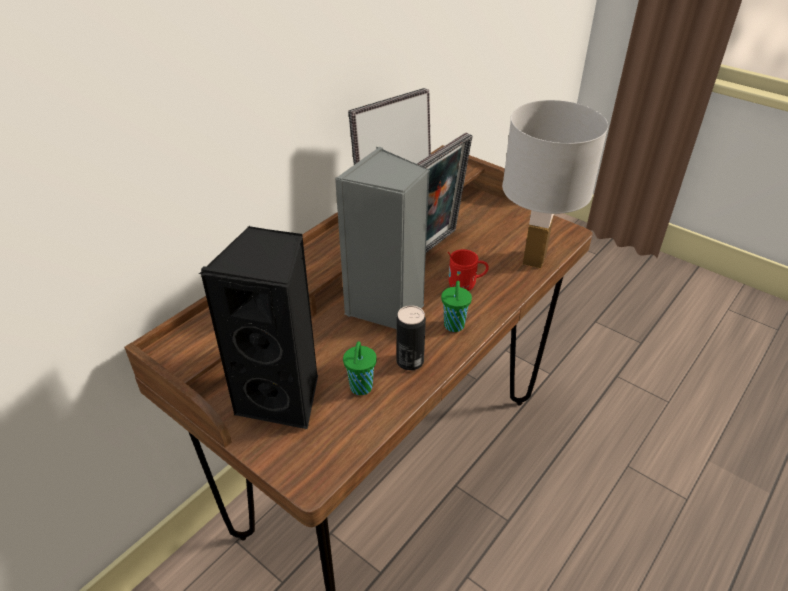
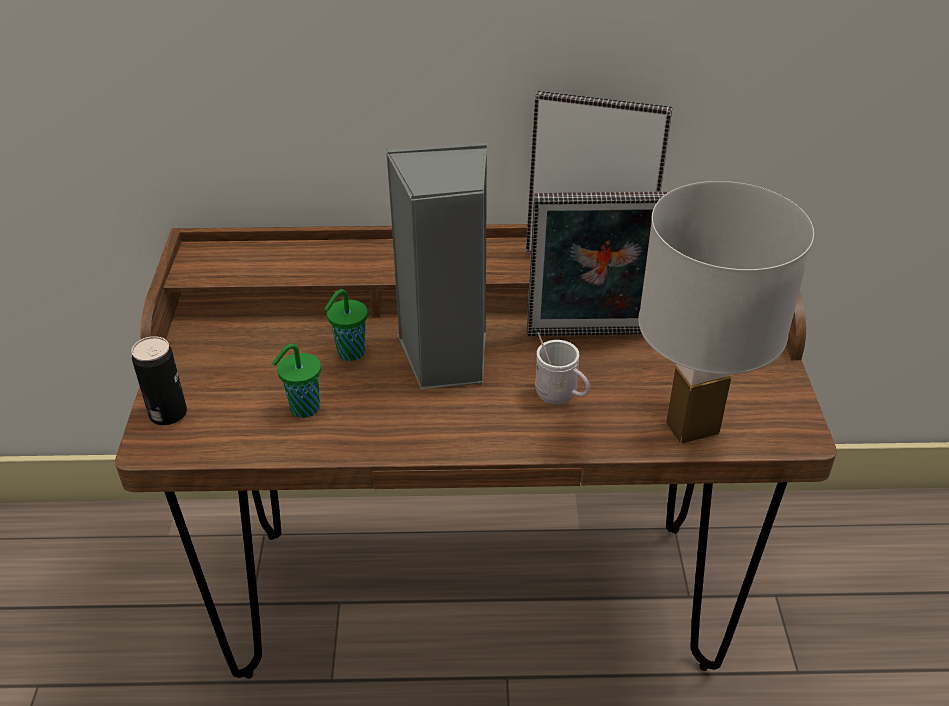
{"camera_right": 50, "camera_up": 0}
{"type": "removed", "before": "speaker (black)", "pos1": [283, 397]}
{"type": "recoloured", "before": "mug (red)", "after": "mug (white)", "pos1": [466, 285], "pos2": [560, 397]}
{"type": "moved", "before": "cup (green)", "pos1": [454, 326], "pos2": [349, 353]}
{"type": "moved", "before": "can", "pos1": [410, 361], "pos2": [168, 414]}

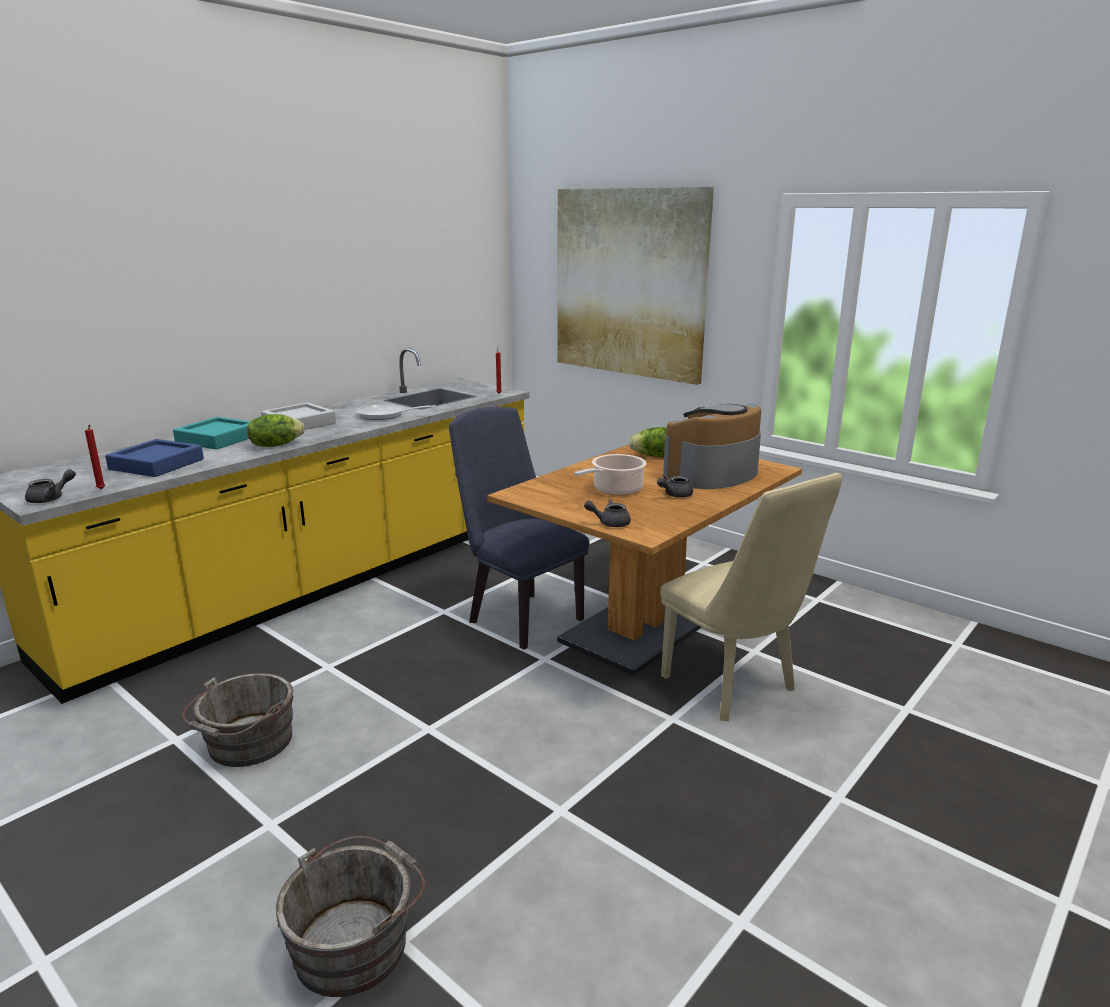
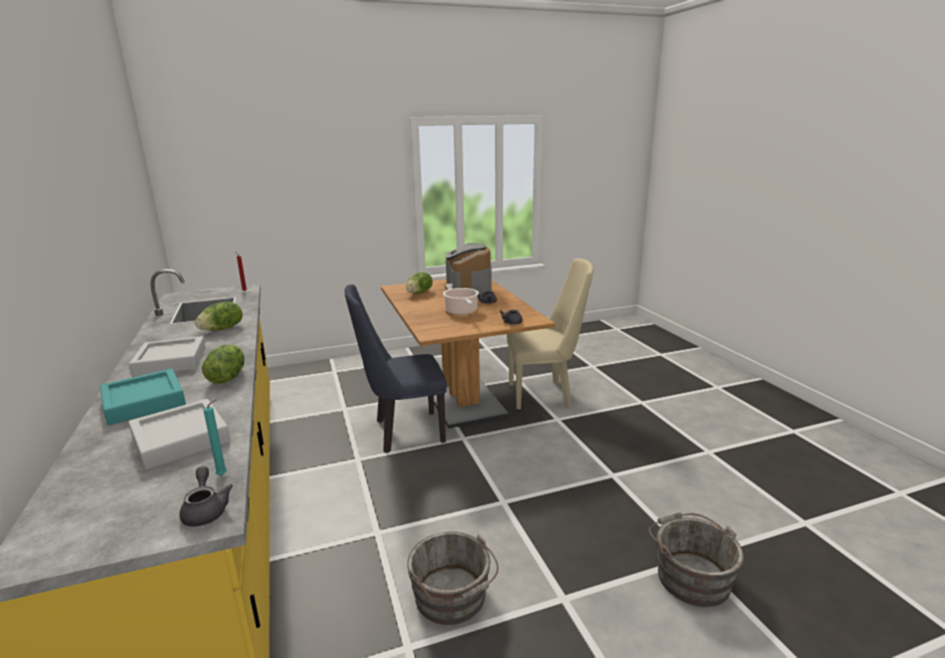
{"camera_right": -60, "camera_up": 0}
{"type": "removed", "before": "picture", "pos1": [629, 283]}
{"type": "replaced", "before": "frying pan", "after": "lettuce", "pos1": [385, 415], "pos2": [222, 329]}
{"type": "recoloured", "before": "candle (red)", "after": "candle (turquoise)", "pos1": [101, 489], "pos2": [224, 475]}
{"type": "recoloured", "before": "tray (blue)", "after": "tray (grey)", "pos1": [157, 464], "pos2": [181, 439]}

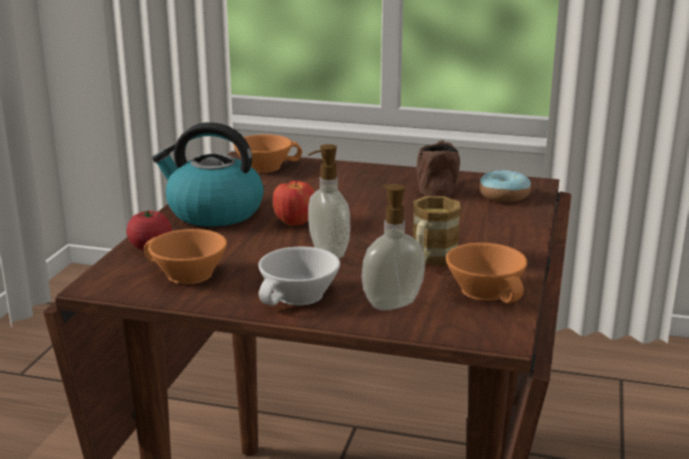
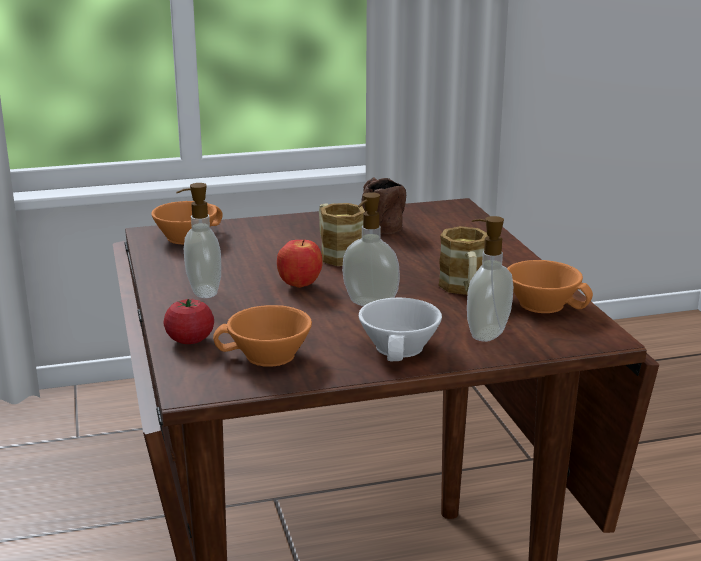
{"camera_right": -30, "camera_up": 0}
{"type": "replaced", "before": "kettle", "after": "soap dispenser", "pos1": [213, 212], "pos2": [202, 292]}
{"type": "removed", "before": "donut", "pos1": [504, 195]}
{"type": "added", "after": "mug", "pos2": [337, 254]}

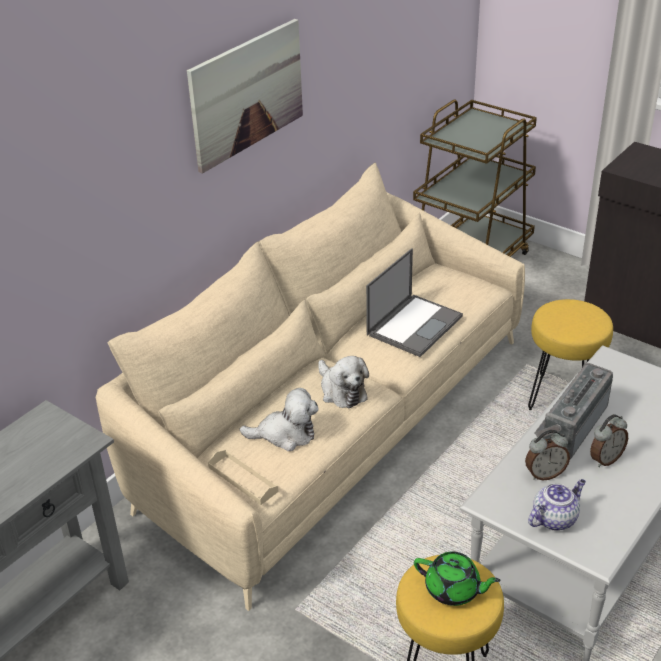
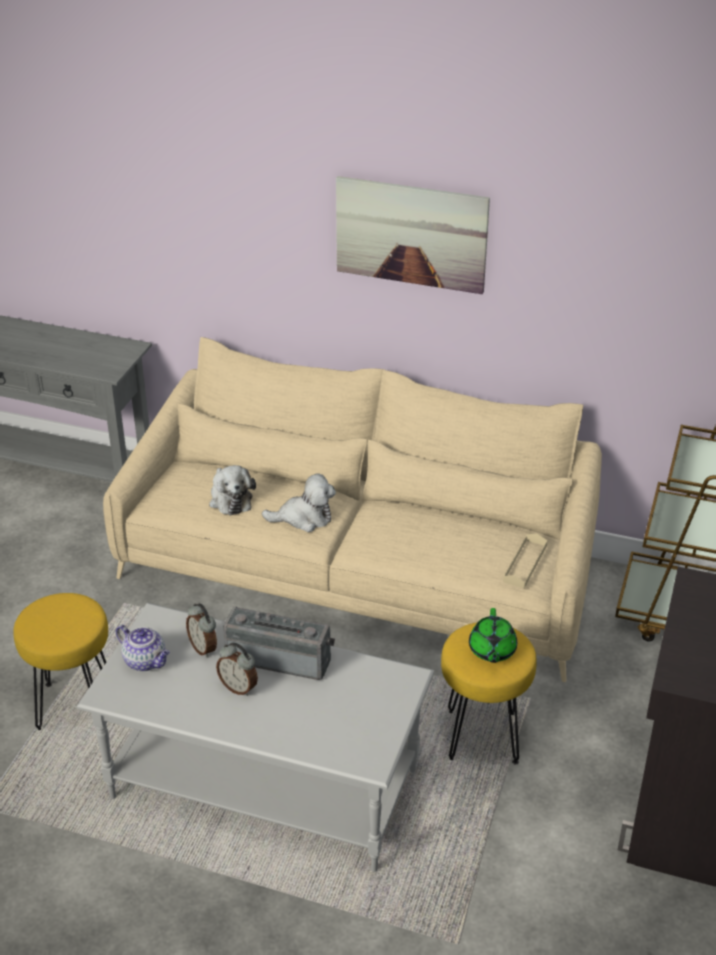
{"camera_right": 70, "camera_up": 0}
{"type": "removed", "before": "laptop", "pos1": [415, 325]}
{"type": "turned", "before": "plush toy", "pos1": [341, 391], "pos2": [304, 518], "turn": -135}
{"type": "moved", "before": "tray (beige)", "pos1": [243, 479], "pos2": [525, 563]}
{"type": "moved", "before": "teapot (green)", "pos1": [453, 590], "pos2": [492, 651]}

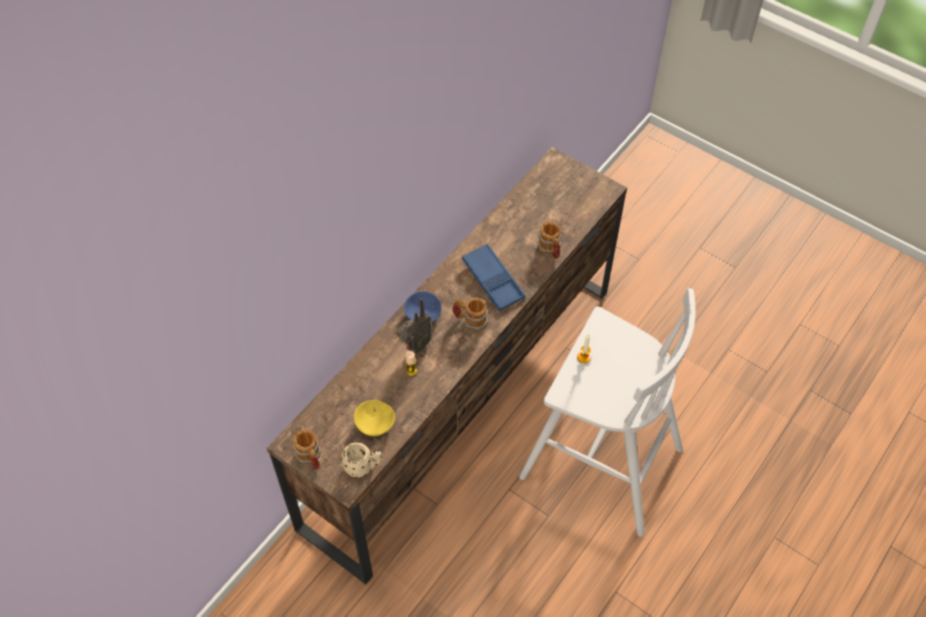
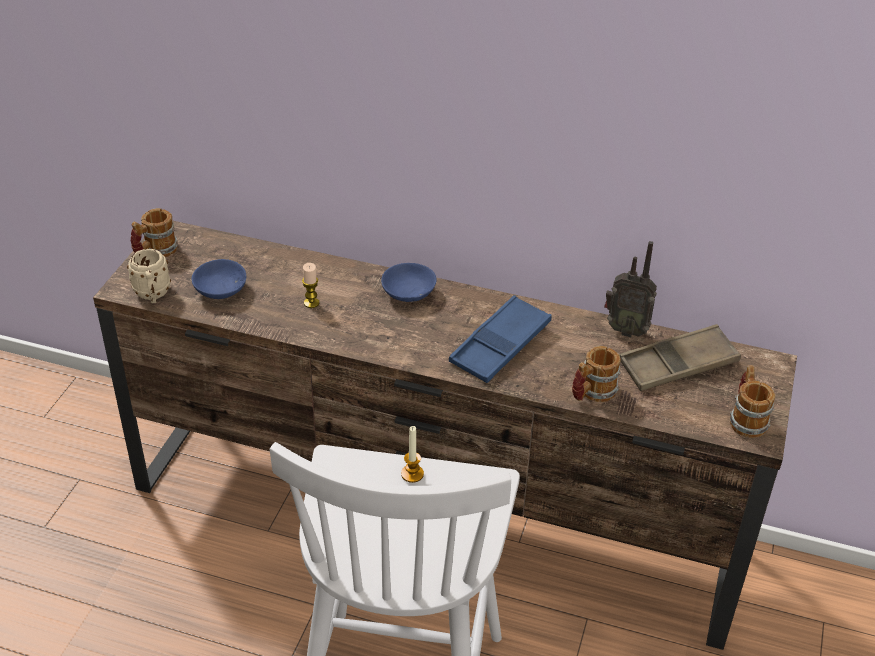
{"camera_right": 70, "camera_up": -15}
{"type": "moved", "before": "radio", "pos1": [416, 346], "pos2": [626, 329]}
{"type": "moved", "before": "mug", "pos1": [470, 320], "pos2": [746, 418]}
{"type": "recoloured", "before": "bowl (yellow)", "after": "bowl (blue)", "pos1": [373, 424], "pos2": [219, 289]}
{"type": "added", "after": "tray (brown)", "pos2": [678, 365]}

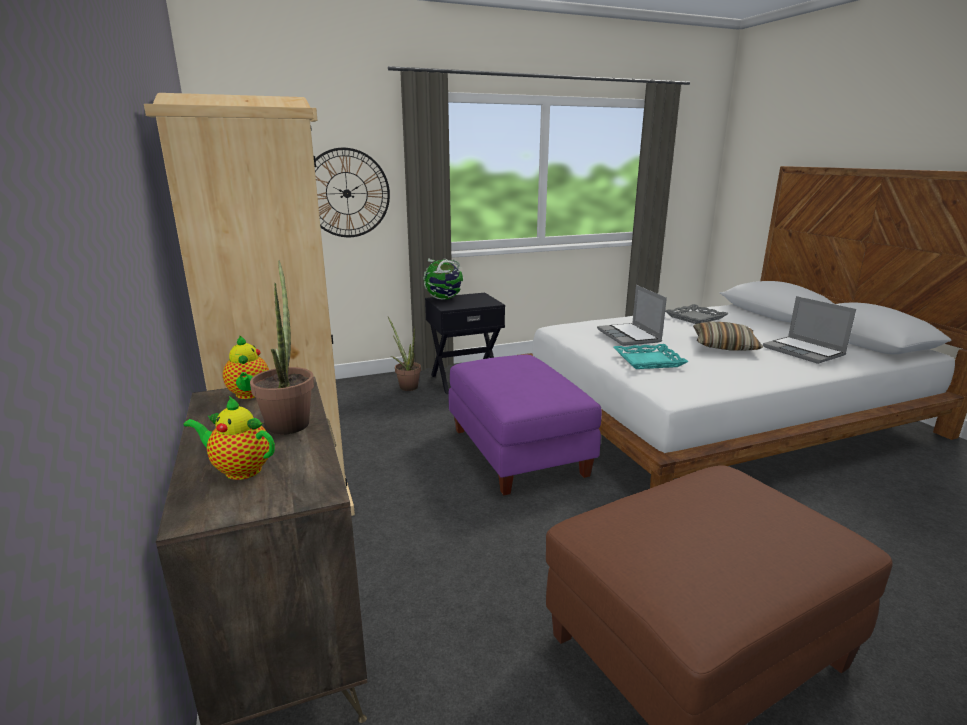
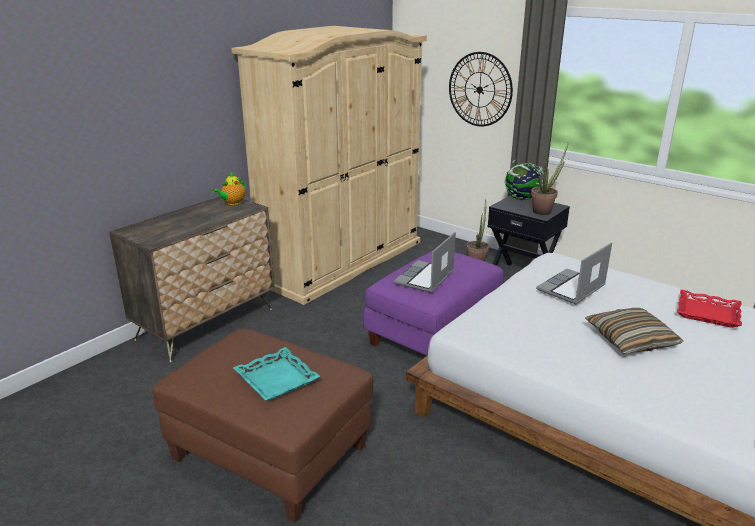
{"camera_right": 60, "camera_up": 5}
{"type": "moved", "before": "potted plant", "pos1": [289, 421], "pos2": [544, 211]}
{"type": "moved", "before": "laptop", "pos1": [804, 351], "pos2": [425, 278]}
{"type": "recoloured", "before": "tray (grey)", "after": "tray (red)", "pos1": [695, 318], "pos2": [707, 313]}
{"type": "moved", "before": "tray (turquoise)", "pos1": [648, 360], "pos2": [277, 379]}
{"type": "removed", "before": "teapot", "pos1": [239, 470]}

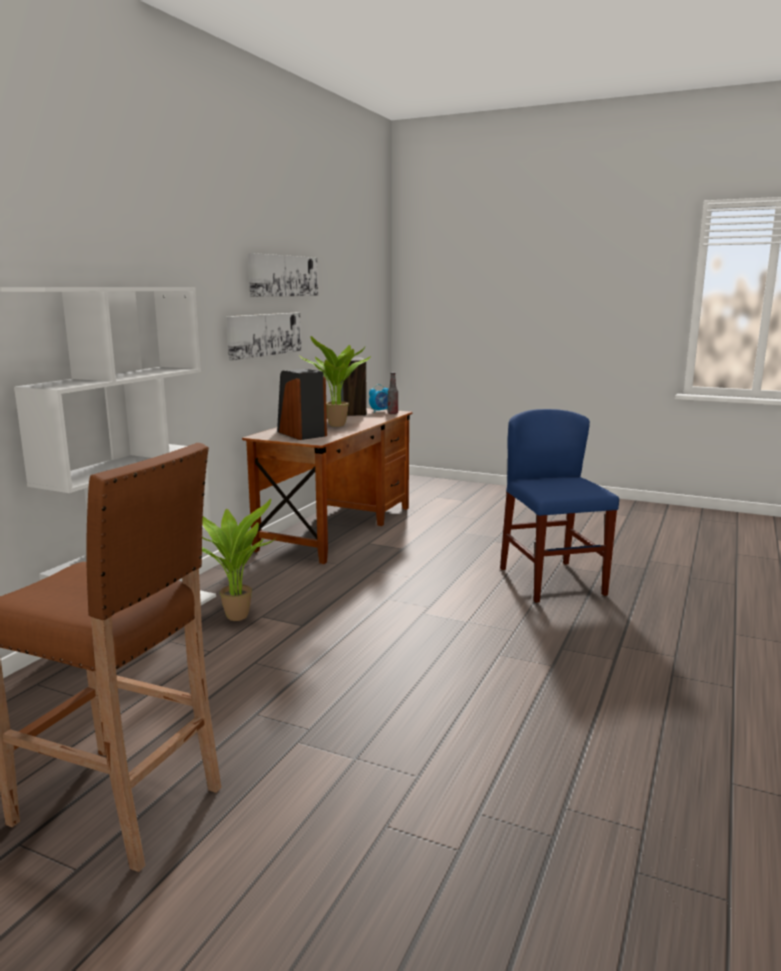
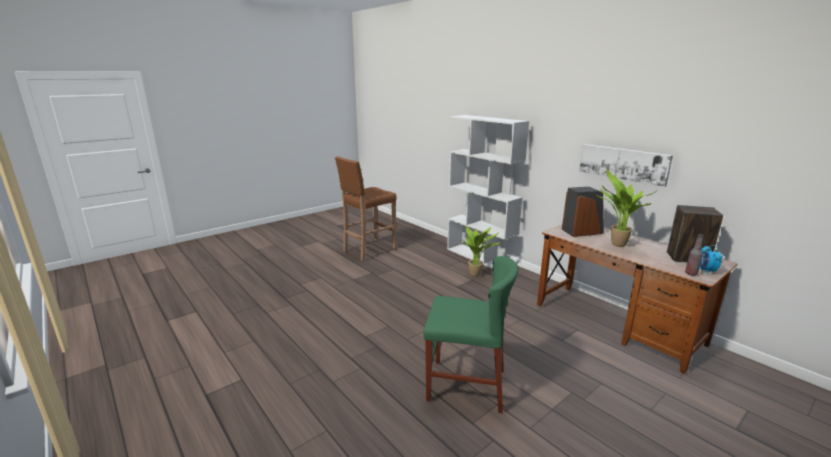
{"camera_right": 115, "camera_up": 5}
{"type": "removed", "before": "picture", "pos1": [283, 276]}
{"type": "recoloured", "before": "chair (blue)", "after": "chair (green)", "pos1": [552, 581], "pos2": [466, 385]}

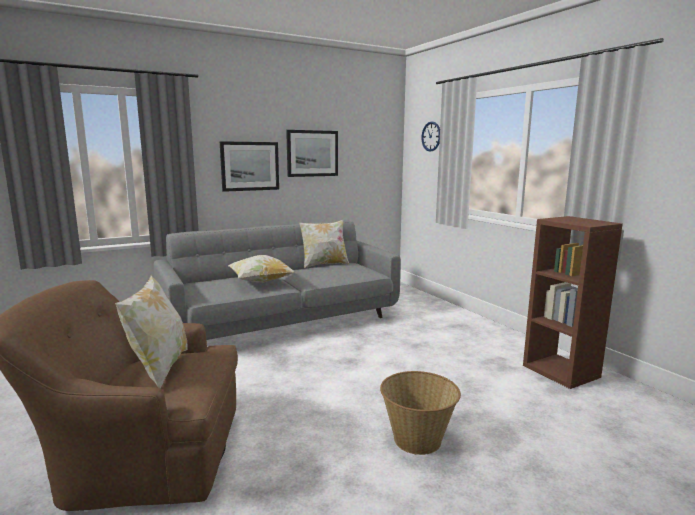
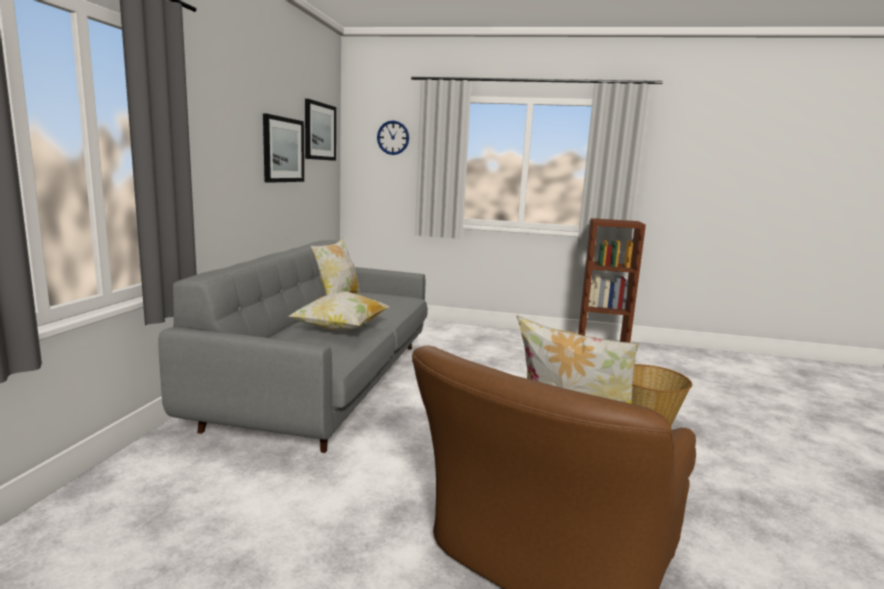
{"camera_right": -50, "camera_up": 0}
{"type": "moved", "before": "picture", "pos1": [250, 166], "pos2": [319, 131]}

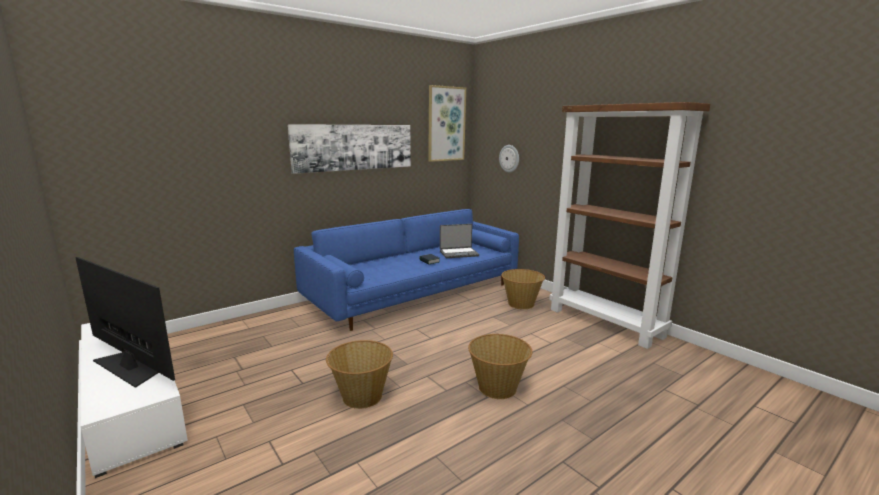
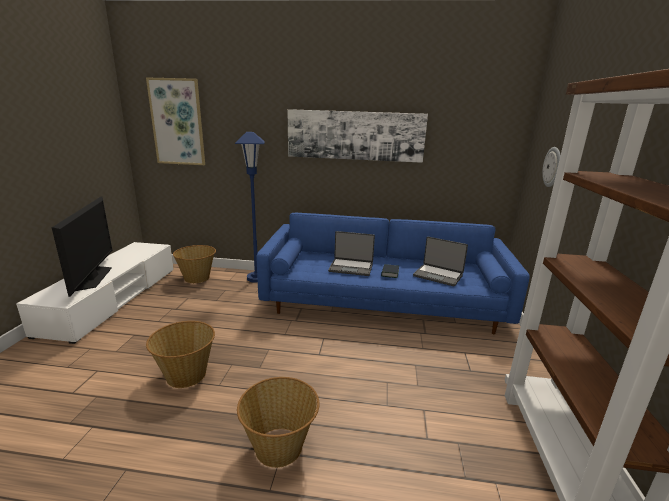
{"camera_right": 45, "camera_up": 5}
{"type": "moved", "before": "picture", "pos1": [446, 124], "pos2": [177, 122]}
{"type": "moved", "before": "basket", "pos1": [521, 304], "pos2": [197, 278]}
{"type": "added", "after": "floor lamp (blue)", "pos2": [256, 278]}
{"type": "added", "after": "laptop", "pos2": [351, 267]}

